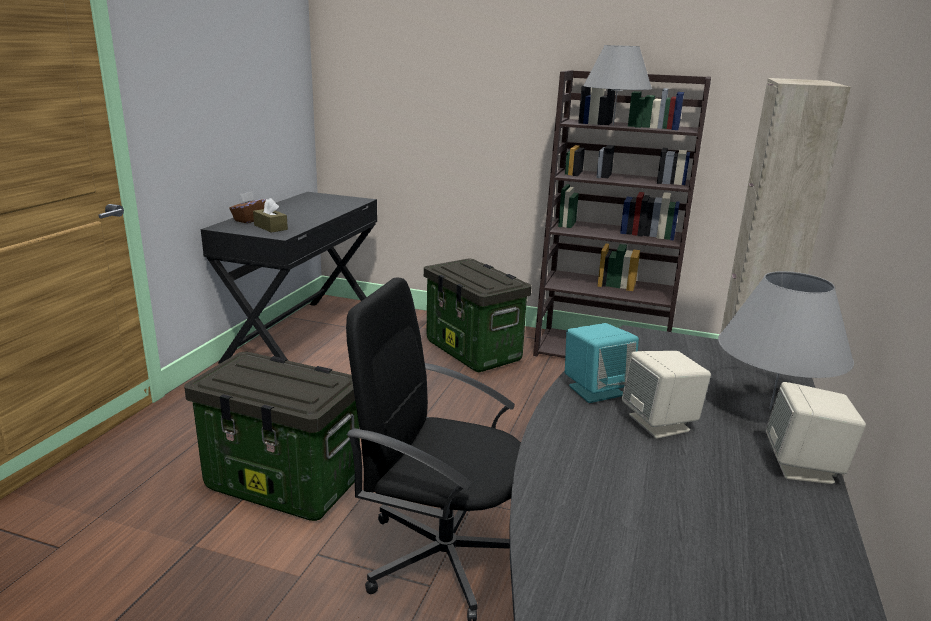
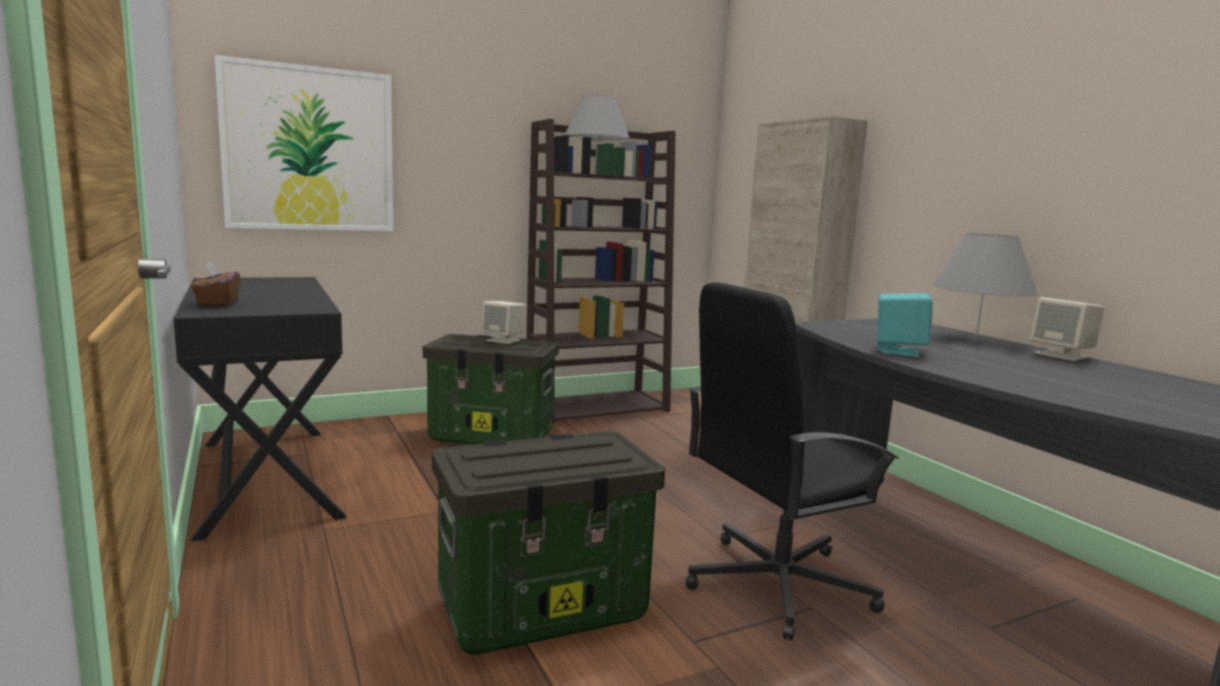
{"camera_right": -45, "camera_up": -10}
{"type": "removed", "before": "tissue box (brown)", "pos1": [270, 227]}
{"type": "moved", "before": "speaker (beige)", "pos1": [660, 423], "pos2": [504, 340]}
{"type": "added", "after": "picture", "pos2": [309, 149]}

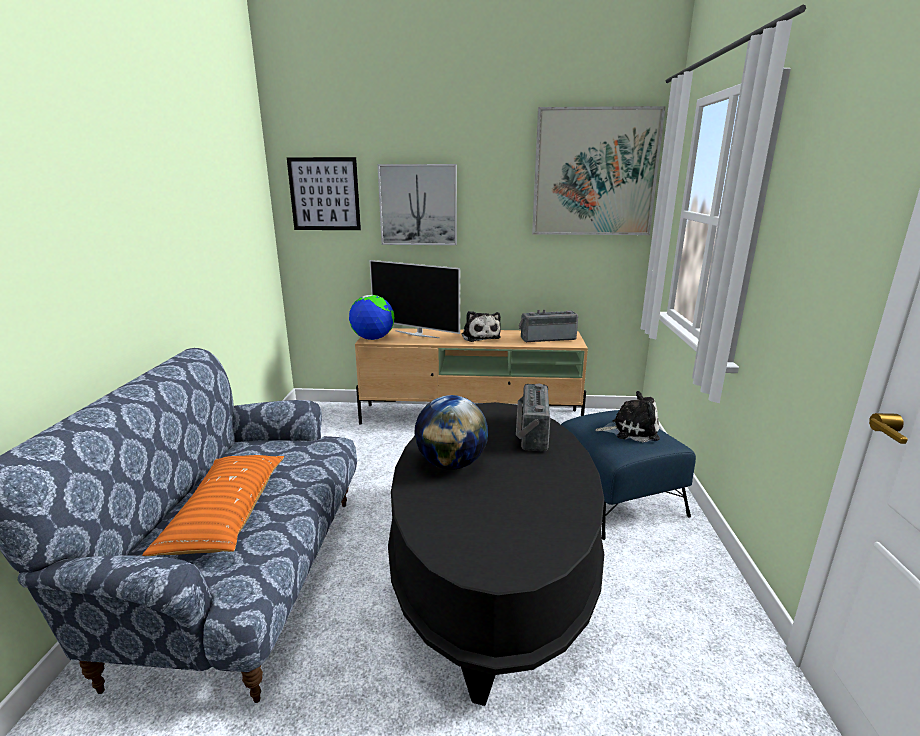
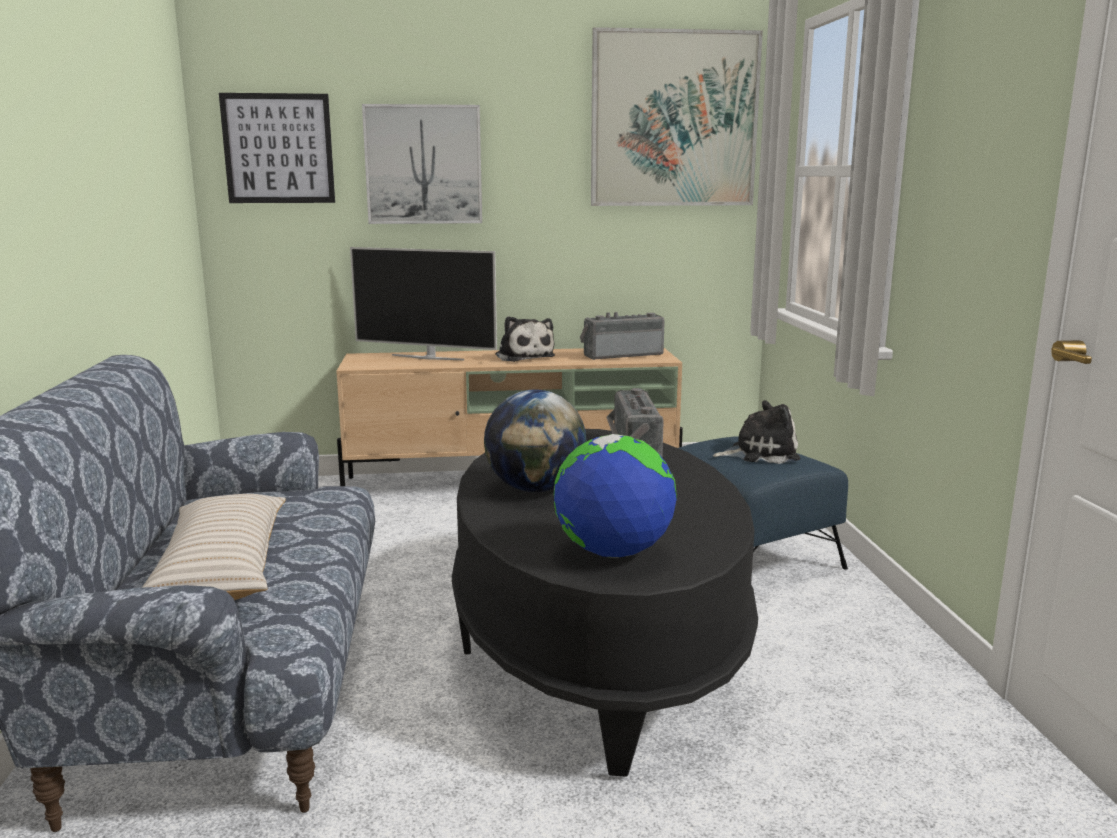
{"camera_right": -10, "camera_up": -5}
{"type": "moved", "before": "globe", "pos1": [373, 339], "pos2": [613, 552]}
{"type": "recoloured", "before": "pillow (orange)", "after": "pillow (beige)", "pos1": [226, 515], "pos2": [221, 570]}

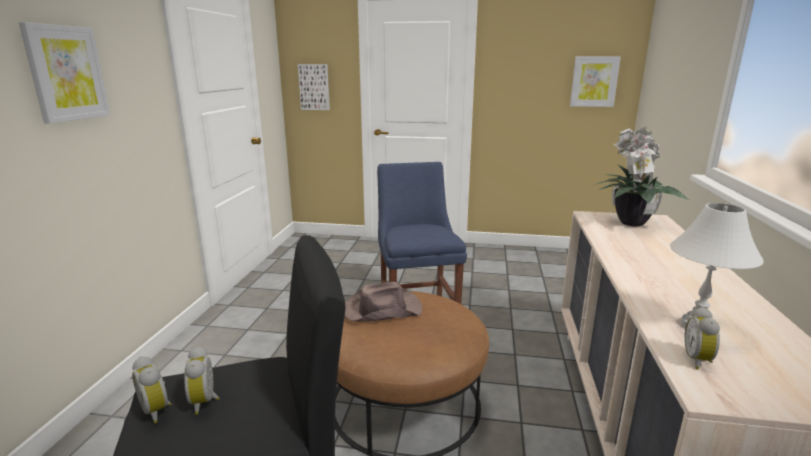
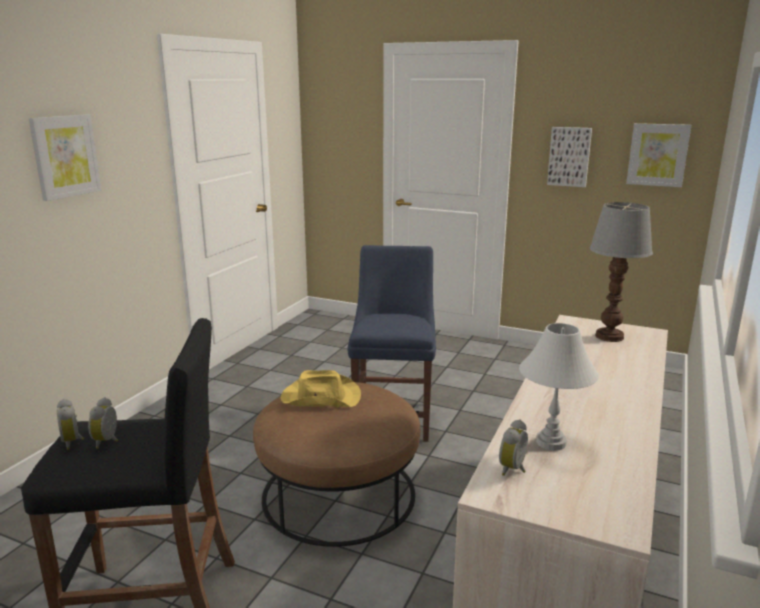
{"camera_right": 15, "camera_up": 0}
{"type": "moved", "before": "picture", "pos1": [314, 87], "pos2": [569, 156]}
{"type": "replaced", "before": "potted plant", "after": "table lamp", "pos1": [631, 224], "pos2": [609, 336]}
{"type": "recoloured", "before": "hat (brown)", "after": "hat (yellow)", "pos1": [381, 310], "pos2": [320, 397]}

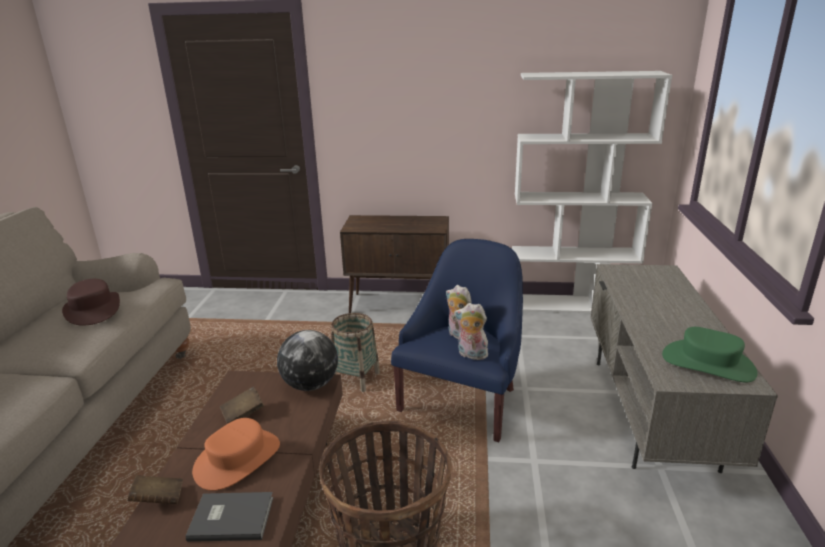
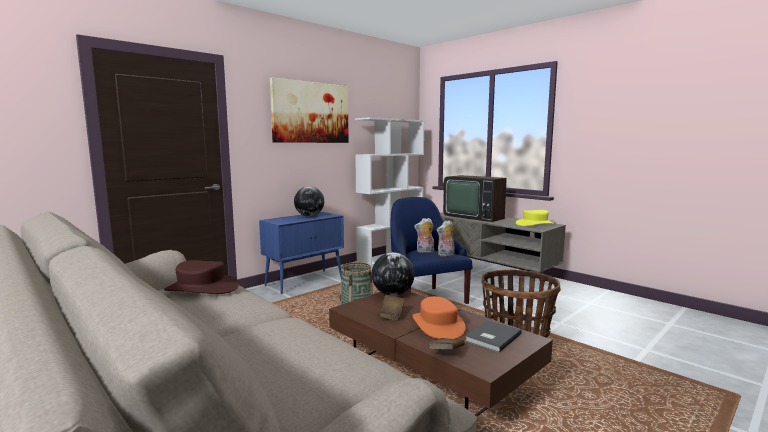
{"camera_right": -50, "camera_up": -15}
{"type": "recoloured", "before": "cabinet (brown)", "after": "cabinet (blue)", "pos1": [400, 304], "pos2": [305, 281]}
{"type": "recoloured", "before": "hat (green)", "after": "hat (yellow)", "pos1": [708, 363], "pos2": [534, 224]}
{"type": "added", "after": "picture", "pos2": [311, 112]}
{"type": "added", "after": "television", "pos2": [474, 216]}
{"type": "added", "after": "globe", "pos2": [309, 216]}

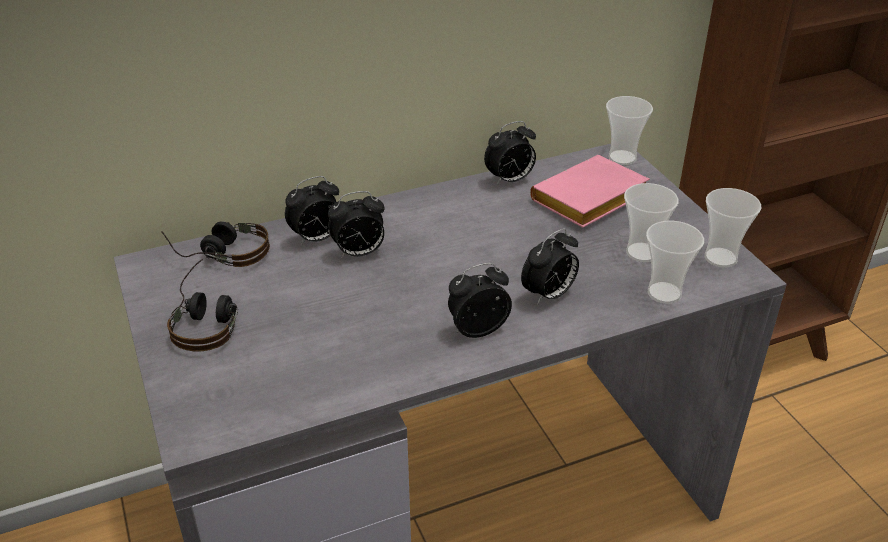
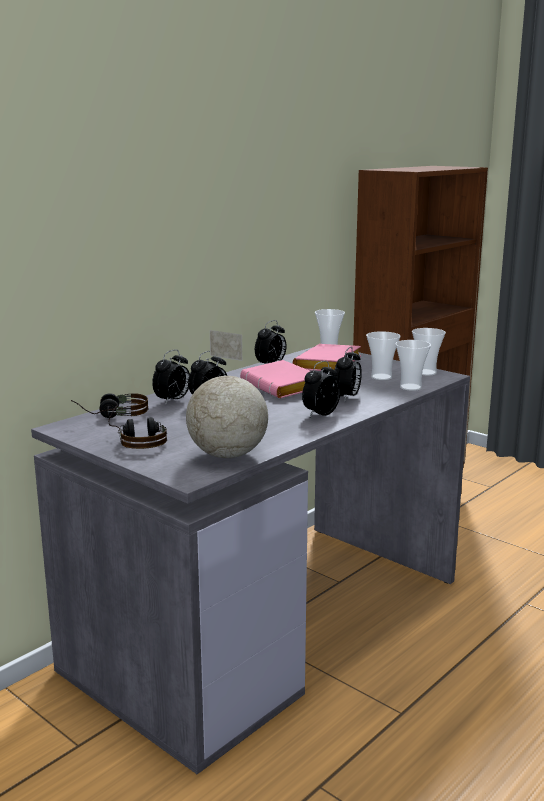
{"camera_right": -25, "camera_up": -20}
{"type": "added", "after": "globe", "pos2": [228, 455]}
{"type": "added", "after": "book (pink)", "pos2": [284, 387]}

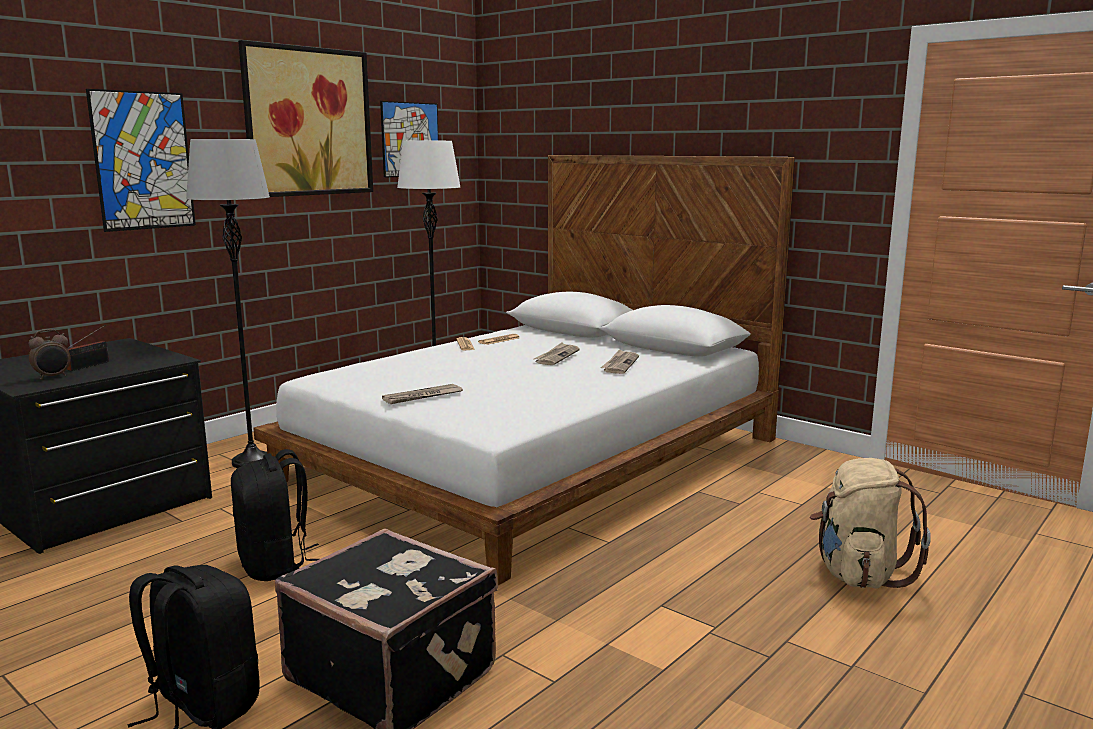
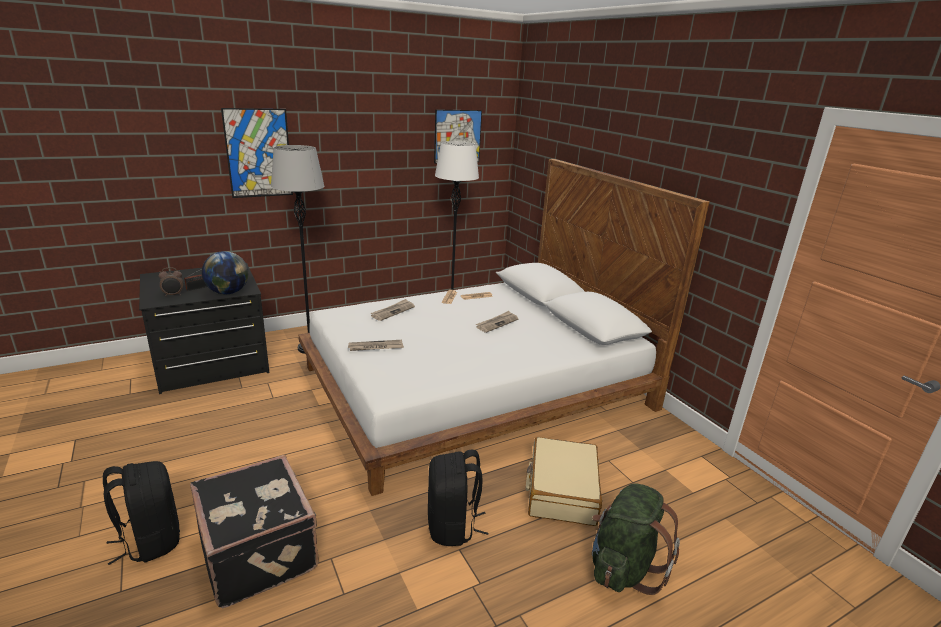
{"camera_right": 20, "camera_up": 10}
{"type": "removed", "before": "picture", "pos1": [308, 122]}
{"type": "moved", "before": "newspaper", "pos1": [620, 364], "pos2": [393, 311]}
{"type": "moved", "before": "backpack (black)", "pos1": [276, 565], "pos2": [452, 526]}
{"type": "recoloured", "before": "backpack (beige)", "after": "backpack (green)", "pos1": [858, 574], "pos2": [623, 567]}
{"type": "added", "after": "globe", "pos2": [228, 292]}
{"type": "added", "after": "suitcase (beige)", "pos2": [561, 490]}

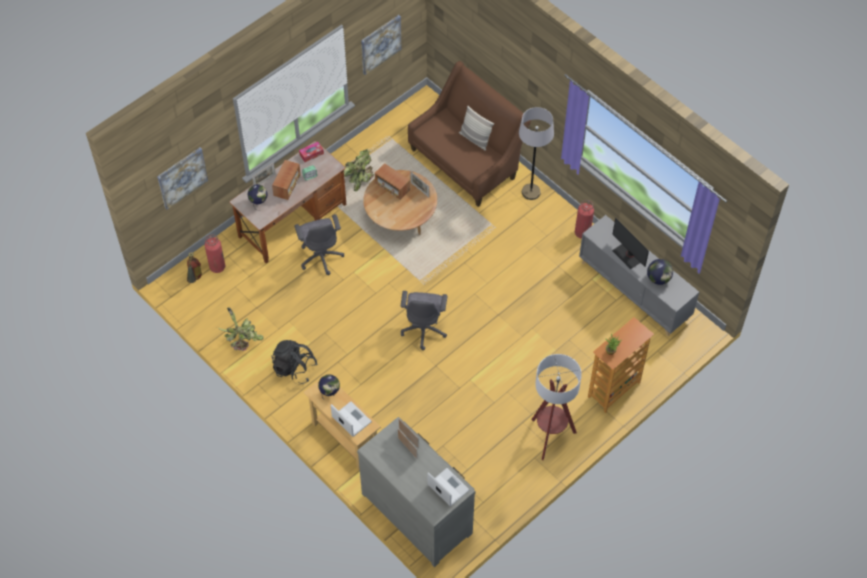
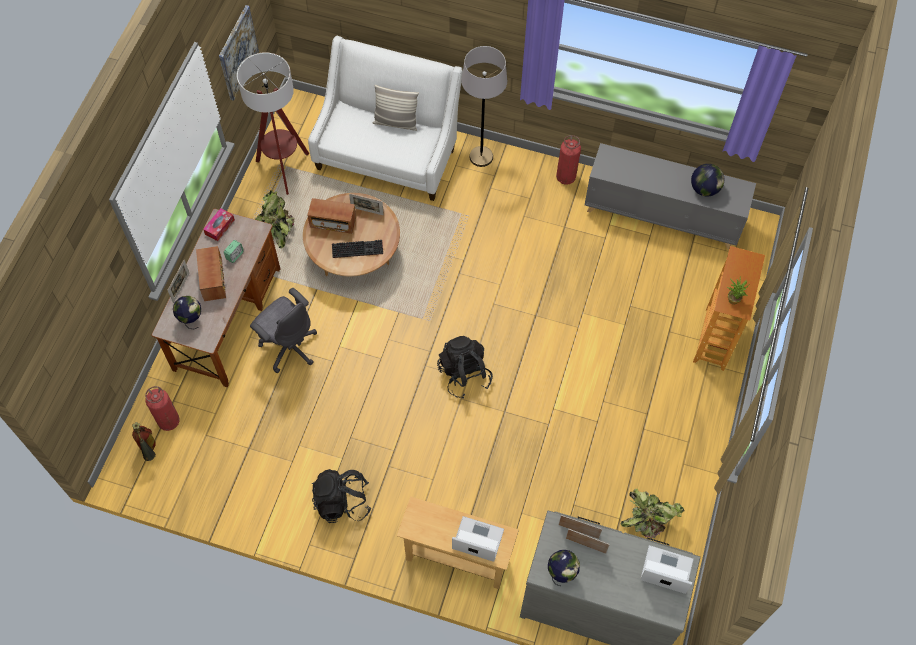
{"camera_right": -30, "camera_up": 5}
{"type": "recoloured", "before": "sofa (brown)", "after": "sofa (white)", "pos1": [467, 161], "pos2": [388, 153]}
{"type": "removed", "before": "picture", "pos1": [182, 177]}
{"type": "removed", "before": "monitor", "pos1": [628, 255]}
{"type": "replaced", "before": "office chair (grey)", "after": "backpack (black)", "pos1": [424, 329], "pos2": [464, 374]}
{"type": "moved", "before": "potted plant", "pos1": [243, 341], "pos2": [647, 520]}
{"type": "moved", "before": "floor lamp", "pos1": [550, 437], "pos2": [284, 169]}
{"type": "moved", "before": "globe", "pos1": [330, 393], "pos2": [561, 572]}
{"type": "added", "after": "keyboard", "pos2": [358, 248]}

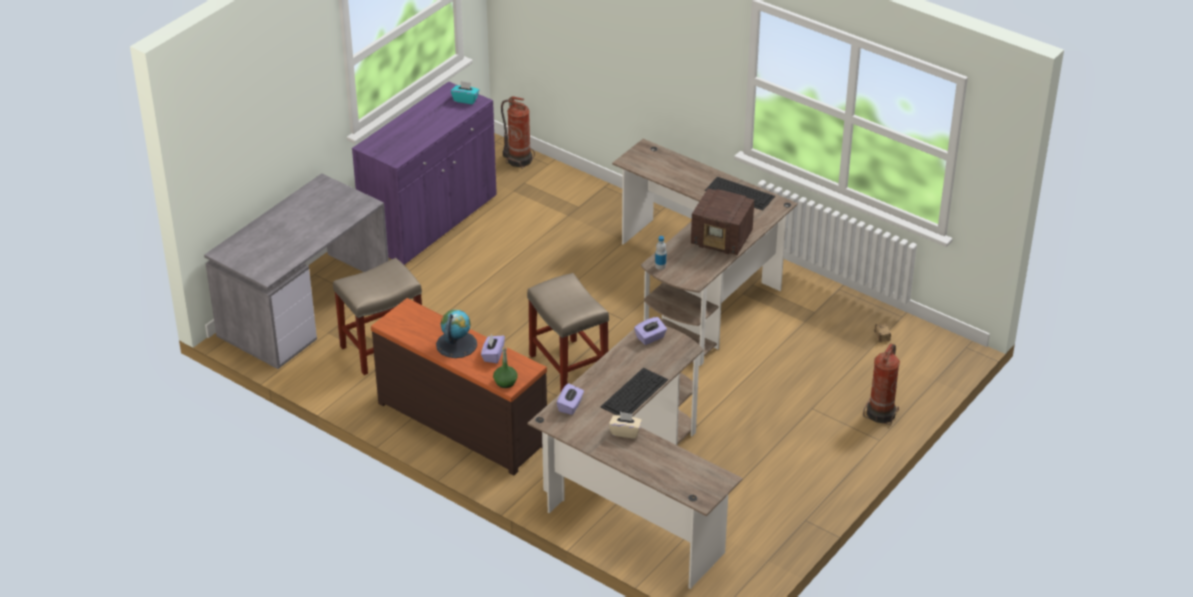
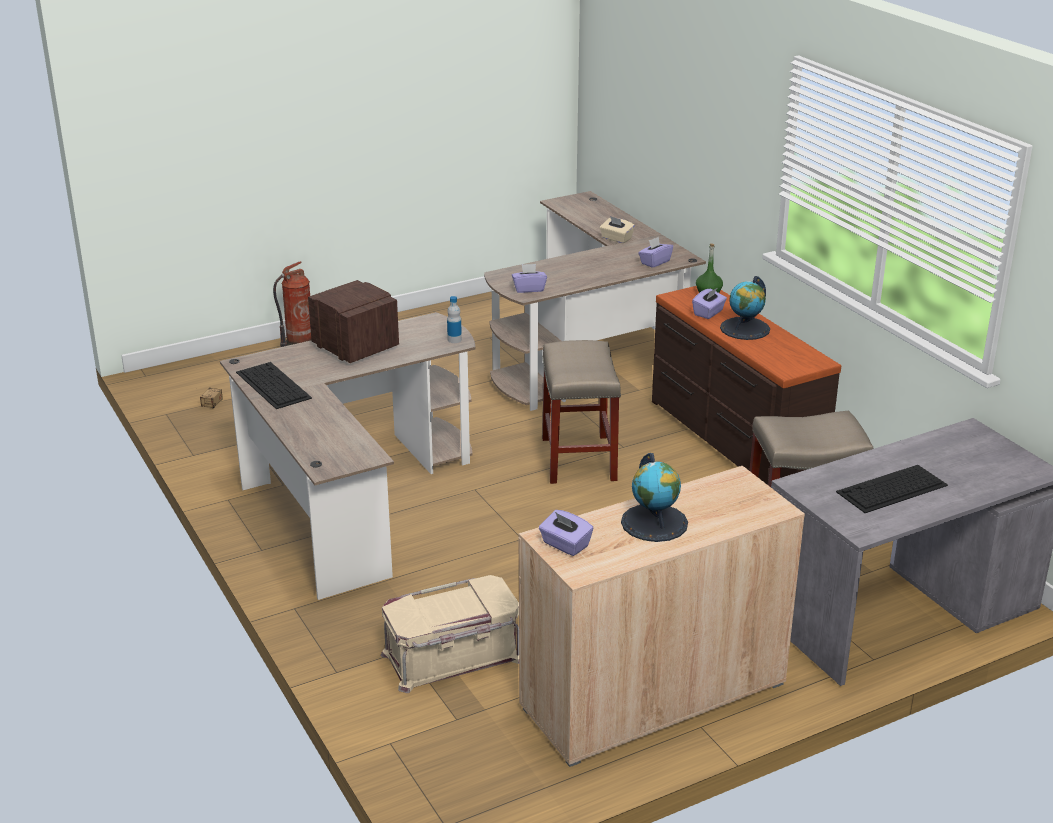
{"camera_right": -155, "camera_up": -10}
{"type": "recoloured", "before": "cabinet (purple)", "after": "cabinet (beige)", "pos1": [430, 221], "pos2": [653, 695]}
{"type": "recoloured", "before": "tissue box (turquoise)", "after": "tissue box (purple)", "pos1": [465, 99], "pos2": [565, 545]}
{"type": "removed", "before": "fire extinguisher", "pos1": [518, 159]}
{"type": "moved", "before": "keyboard", "pos1": [634, 392], "pos2": [891, 489]}
{"type": "added", "after": "globe", "pos2": [654, 522]}
{"type": "added", "after": "storage box (beige)", "pos2": [453, 657]}

